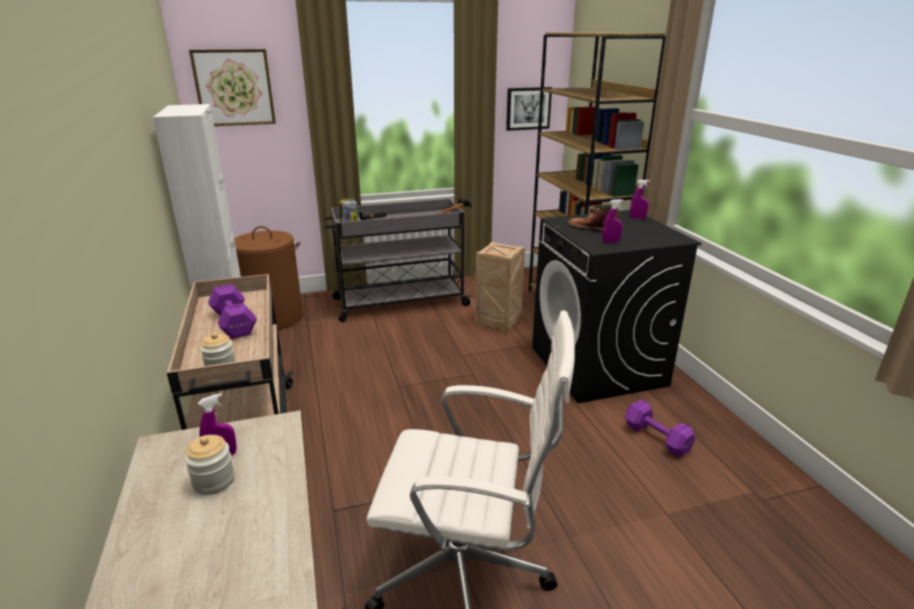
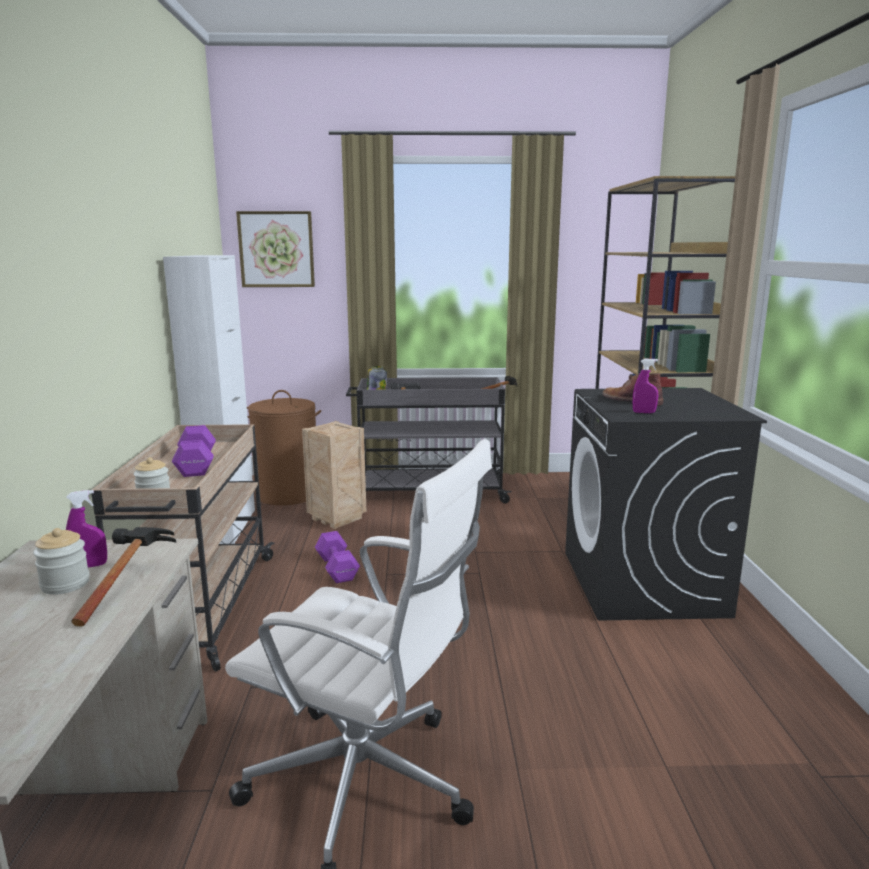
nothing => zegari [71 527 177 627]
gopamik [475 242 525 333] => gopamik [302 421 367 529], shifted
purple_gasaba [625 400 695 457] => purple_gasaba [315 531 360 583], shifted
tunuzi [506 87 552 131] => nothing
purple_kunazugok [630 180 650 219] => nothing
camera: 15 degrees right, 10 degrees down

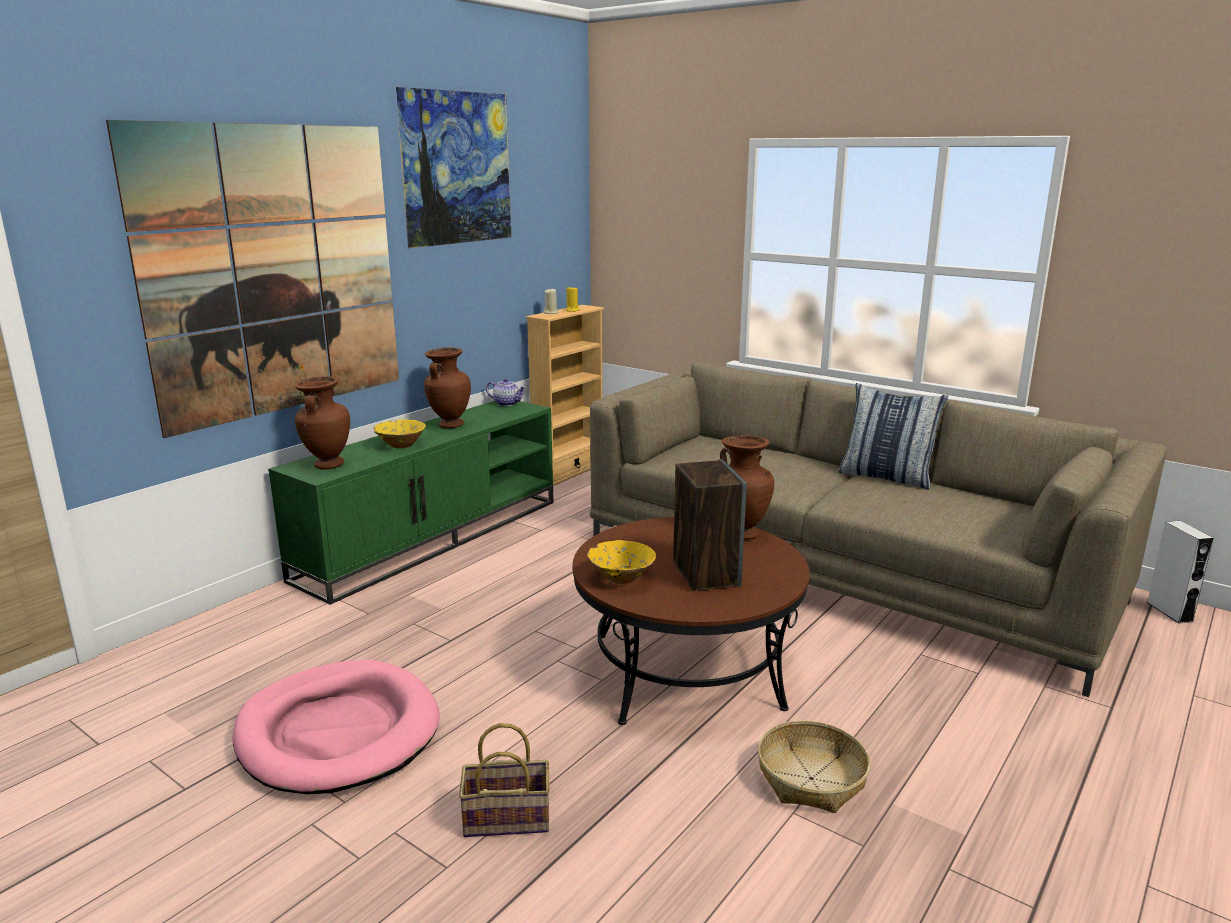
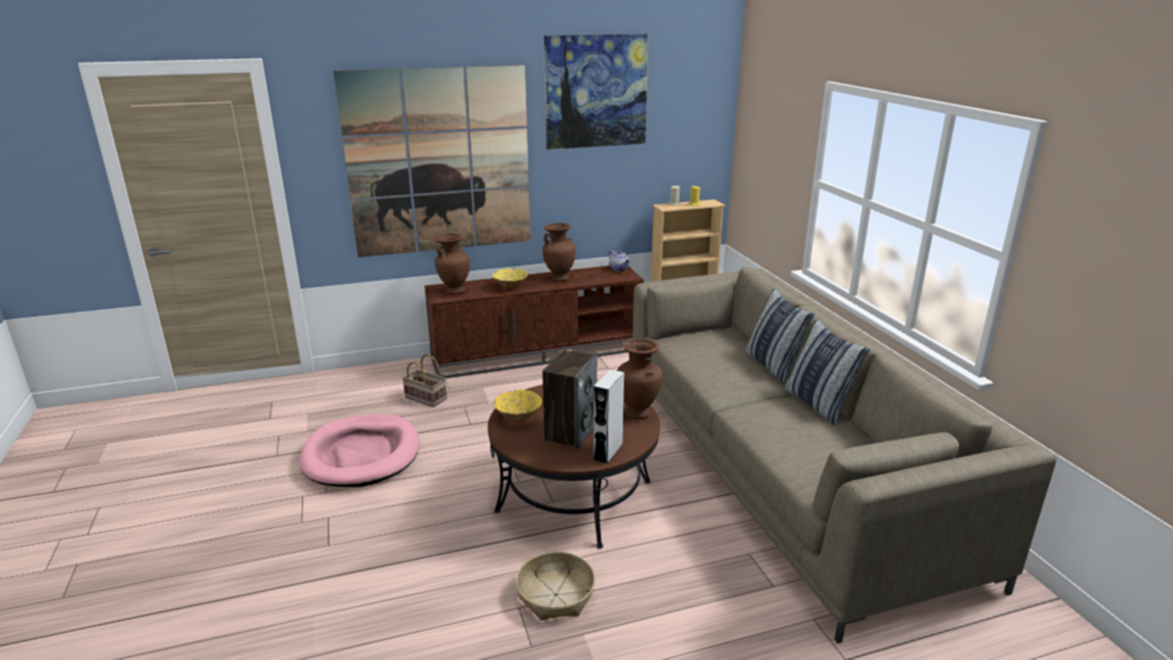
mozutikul [459 723 549 837] => mozutikul [402 354 447 407], shifted
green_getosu [268 401 554 605] => brown_getosu [424 266 644 378]
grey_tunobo [1146 521 1214 623] => grey_tunobo [592 369 624 464], shifted
nothing => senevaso [745 287 815 383]
camera: 35 degrees right, 5 degrees up

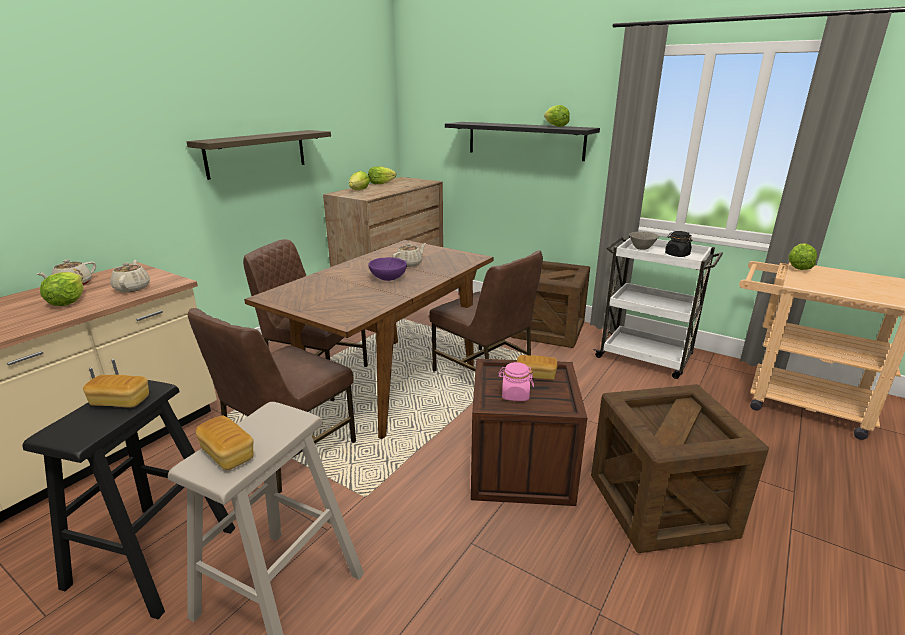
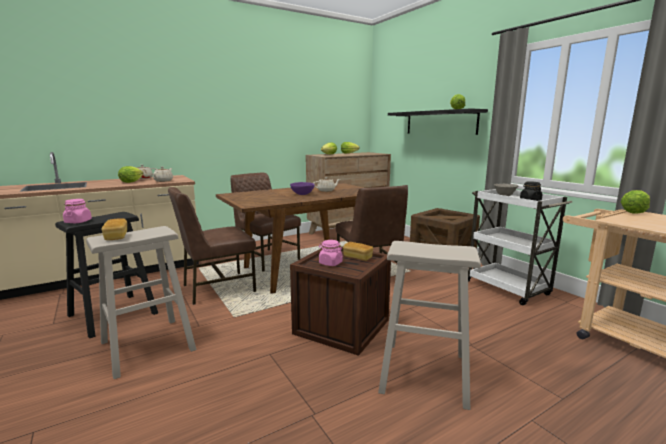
nothing => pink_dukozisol [63 199 92 223]
gopamik [591 384 769 553] => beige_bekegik [378 241 481 410]
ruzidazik [83 375 149 408] => nothing
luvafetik [186 130 331 180] => nothing
camera: 25 degrees right, 10 degrees down

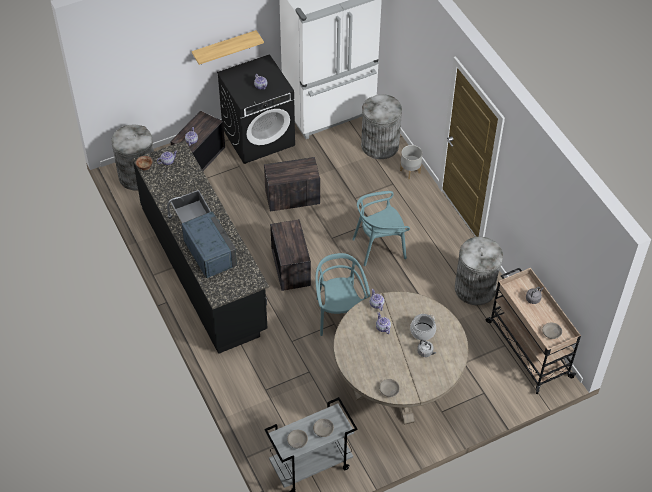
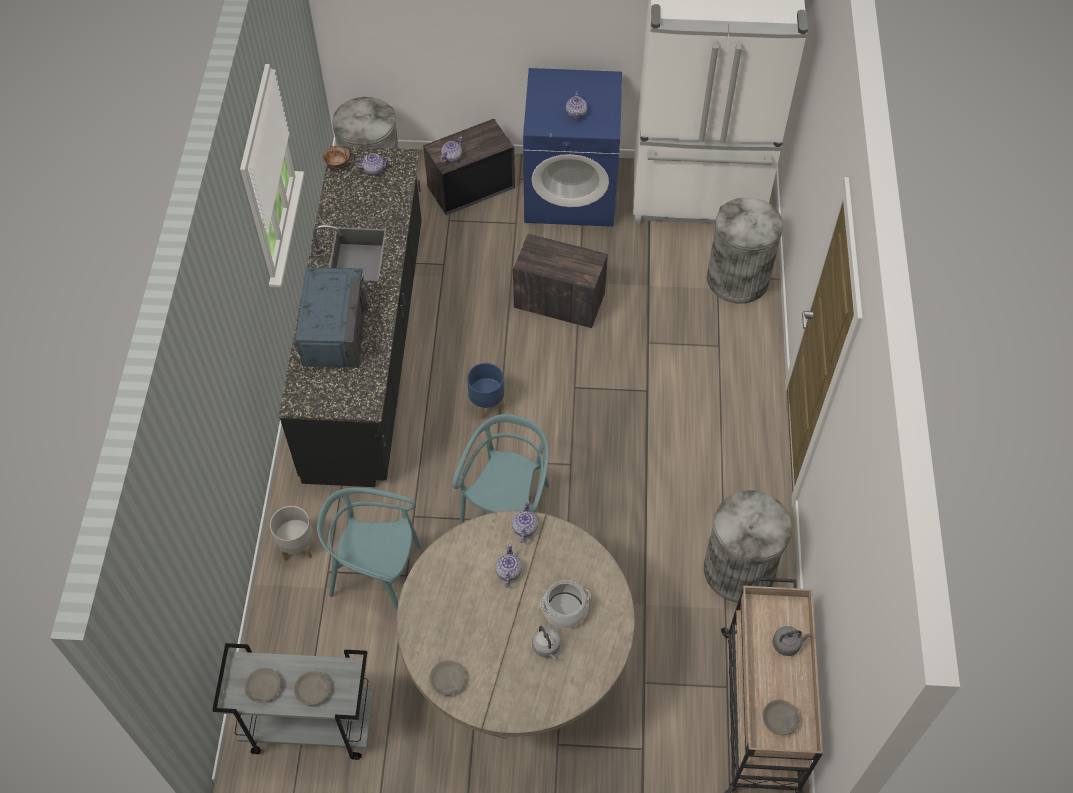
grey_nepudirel [400 145 422 179] => grey_nepudirel [270 506 313 561], shifted
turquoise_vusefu [352 191 410 266] => turquoise_vusefu [317 487 422 612], shifted
gopamik [270 219 311 291] => blue_nepudirel [467 363 504 419]
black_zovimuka [217 54 295 164] => blue_zovimuka [523 68 622 227]
luvafetik [192 30 264 65] => nothing
camera: 30 degrees right, 5 degrees up

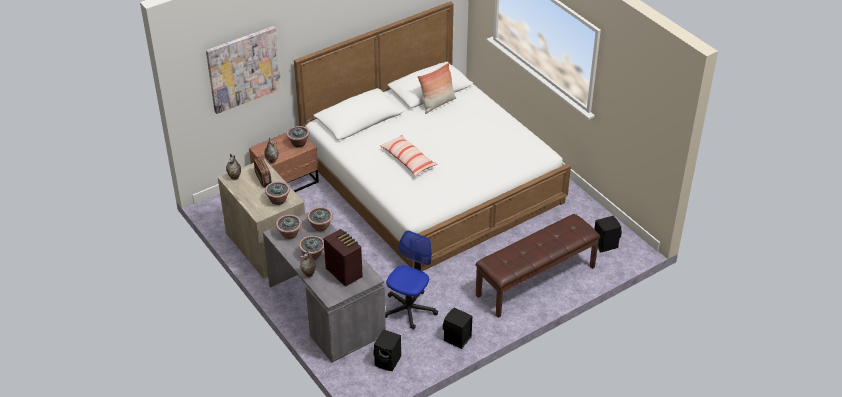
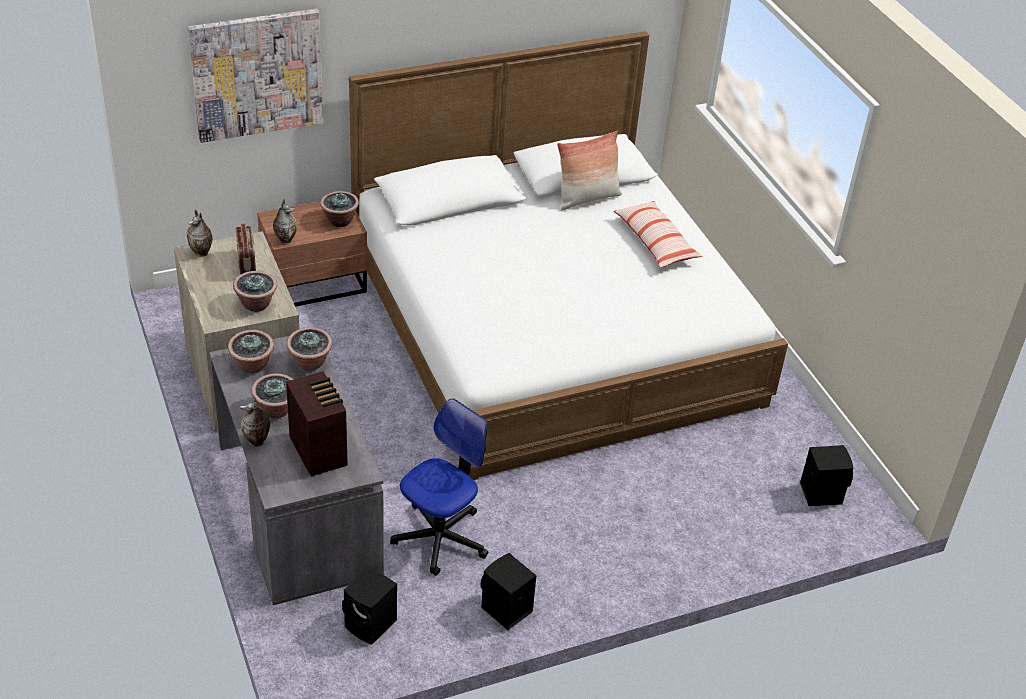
senevaso [380 135 438 176] => senevaso [614 201 702 268], shifted
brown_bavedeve [476 214 600 318] => nothing
camera: 10 degrees right, 0 degrees up

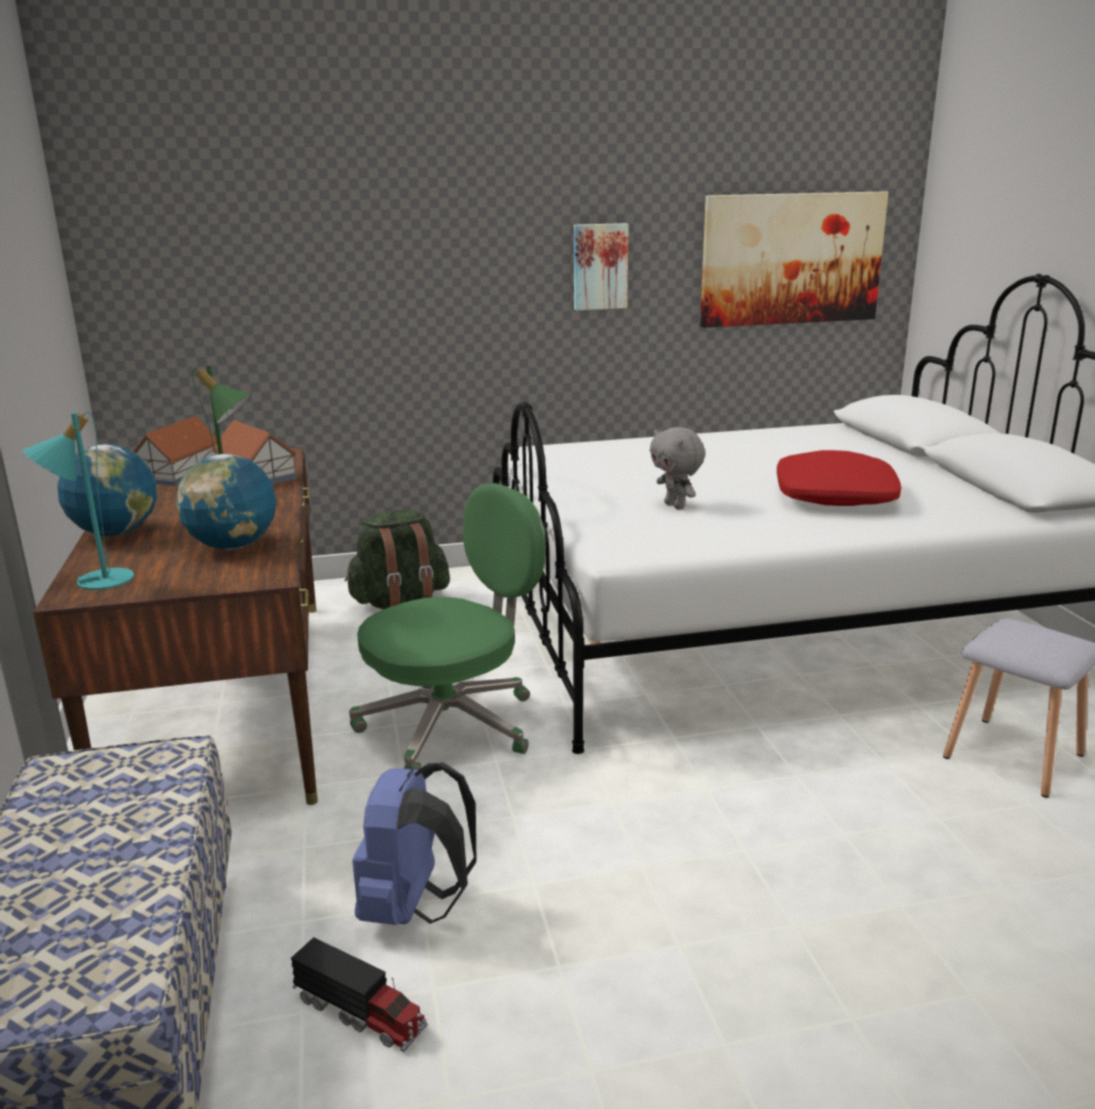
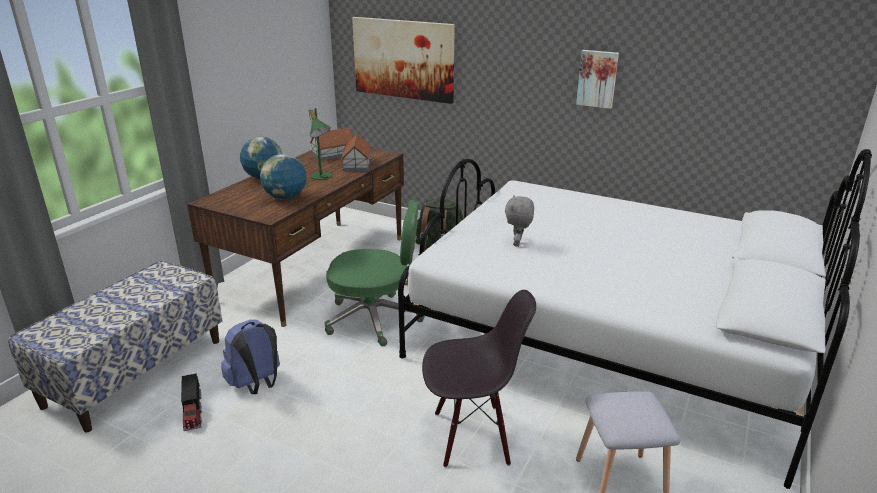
tunuzi [700 192 888 328] => tunuzi [352 17 455 104], shifted
nothing => black_vusefu [422 290 536 468]
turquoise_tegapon [23 412 134 590] => nothing
red_senevaso [777 450 902 506] => nothing
camera: 40 degrees right, 5 degrees up

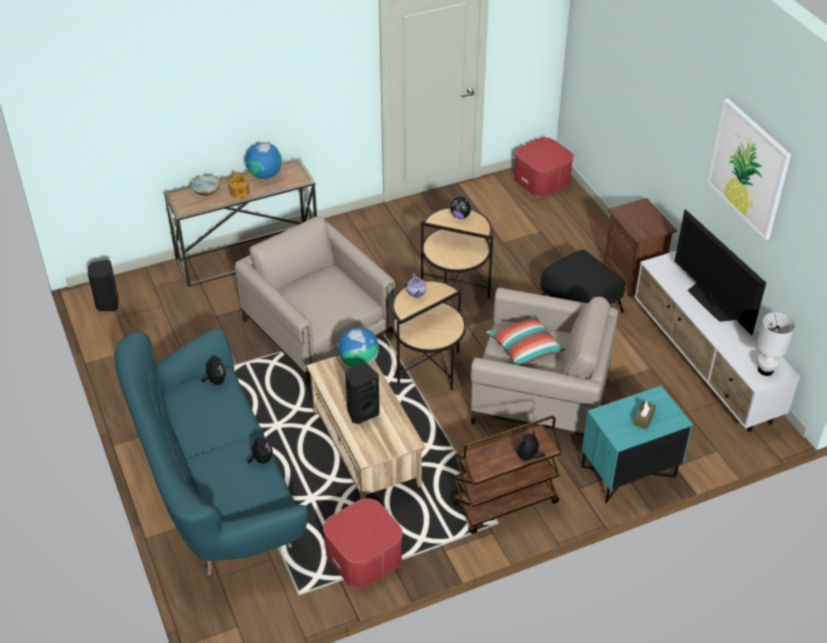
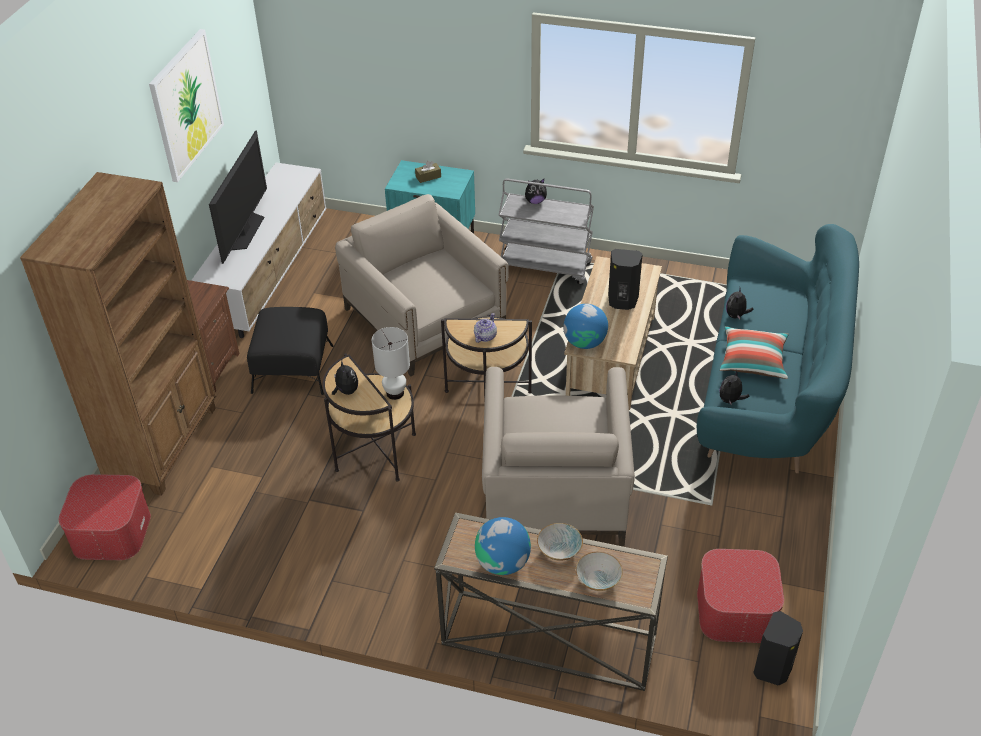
nothing => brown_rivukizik [20 172 216 496]
white_tegapon [757 312 795 376] => white_tegapon [372 327 410 400], shifted
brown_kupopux [452 416 562 534] => grey_kupopux [499 178 594 285]
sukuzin [229 171 250 199] => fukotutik [537 523 583 561]
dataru [323 498 403 588] => dataru [697 549 784 643], shifted
senevaso [486 314 565 366] => senevaso [720 326 789 379], shifted
camera: 140 degrees left, 0 degrees up

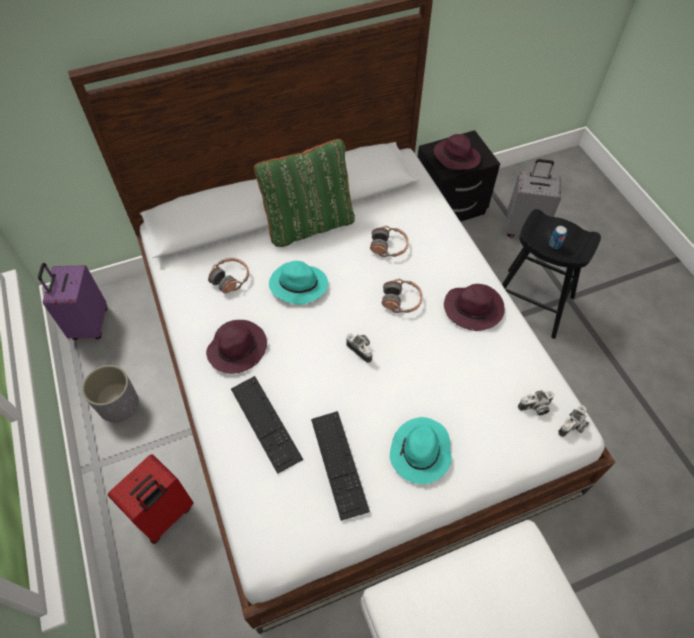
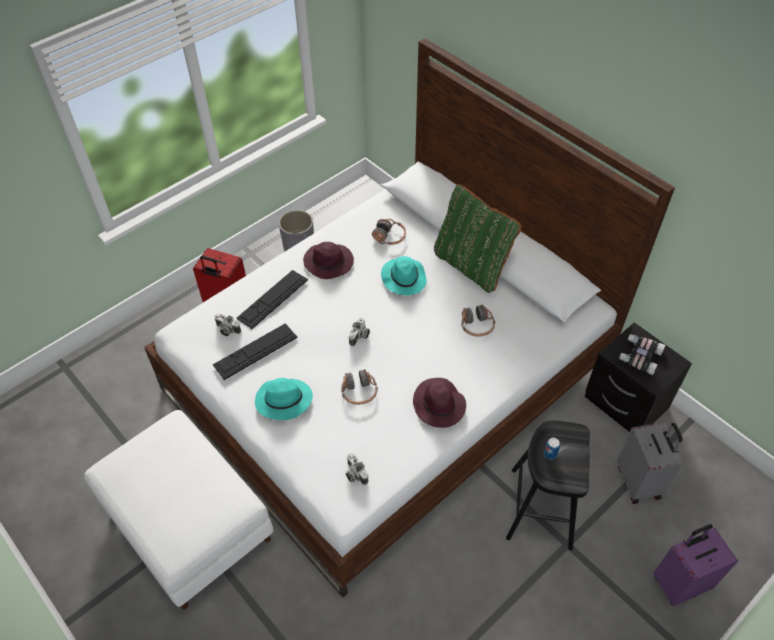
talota [558 405 589 437] => talota [214 314 241 336], shifted
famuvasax [382 279 422 313] => famuvasax [341 369 378 405], shifted
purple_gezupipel [434 134 481 170] => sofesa [619 334 665 375]
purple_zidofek [38 263 108 340] => purple_zidofek [653 524 738 606], shifted
camera: 70 degrees right, 5 degrees down

